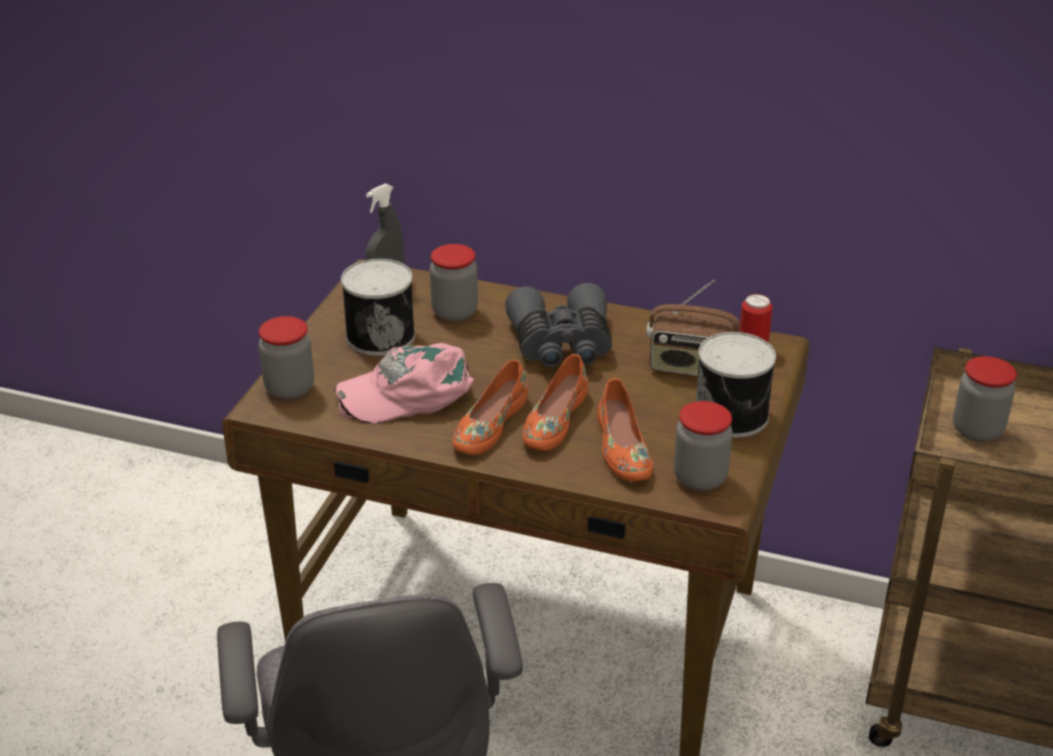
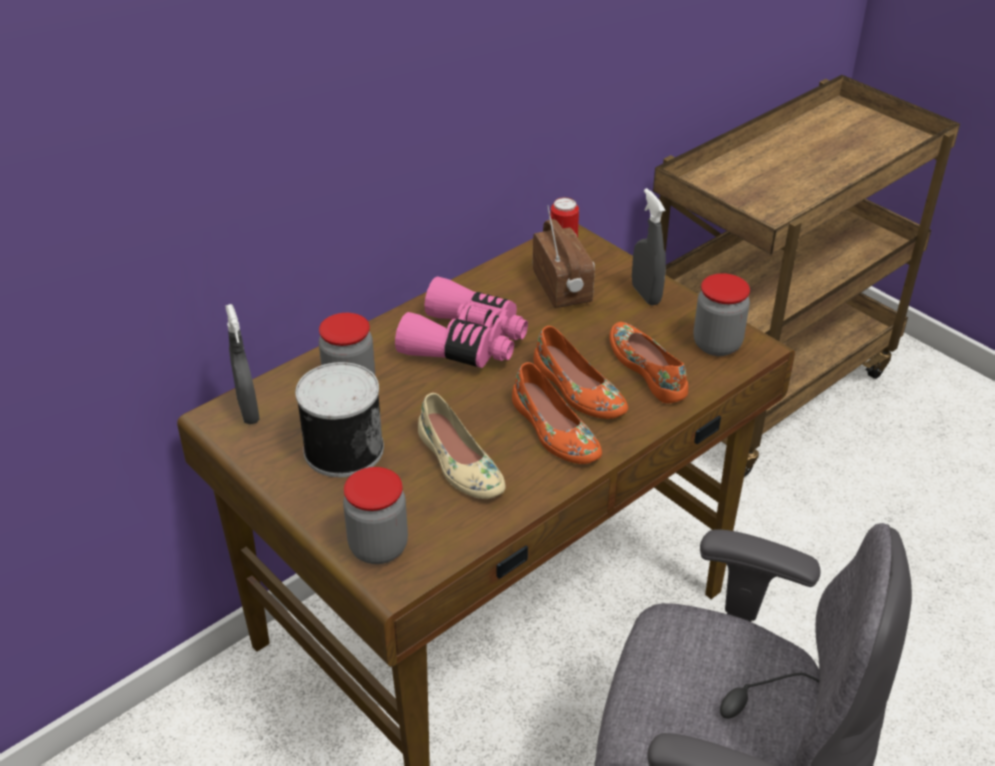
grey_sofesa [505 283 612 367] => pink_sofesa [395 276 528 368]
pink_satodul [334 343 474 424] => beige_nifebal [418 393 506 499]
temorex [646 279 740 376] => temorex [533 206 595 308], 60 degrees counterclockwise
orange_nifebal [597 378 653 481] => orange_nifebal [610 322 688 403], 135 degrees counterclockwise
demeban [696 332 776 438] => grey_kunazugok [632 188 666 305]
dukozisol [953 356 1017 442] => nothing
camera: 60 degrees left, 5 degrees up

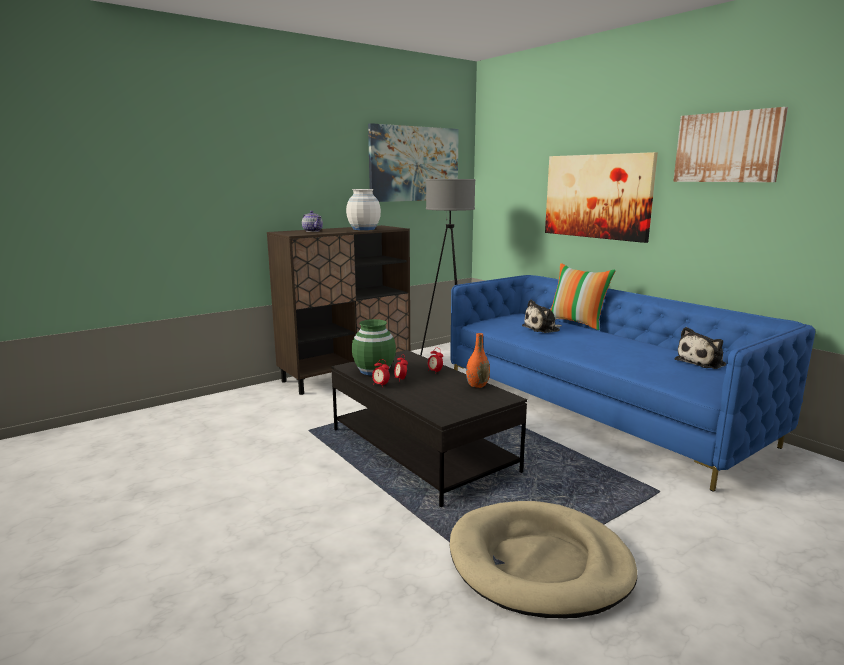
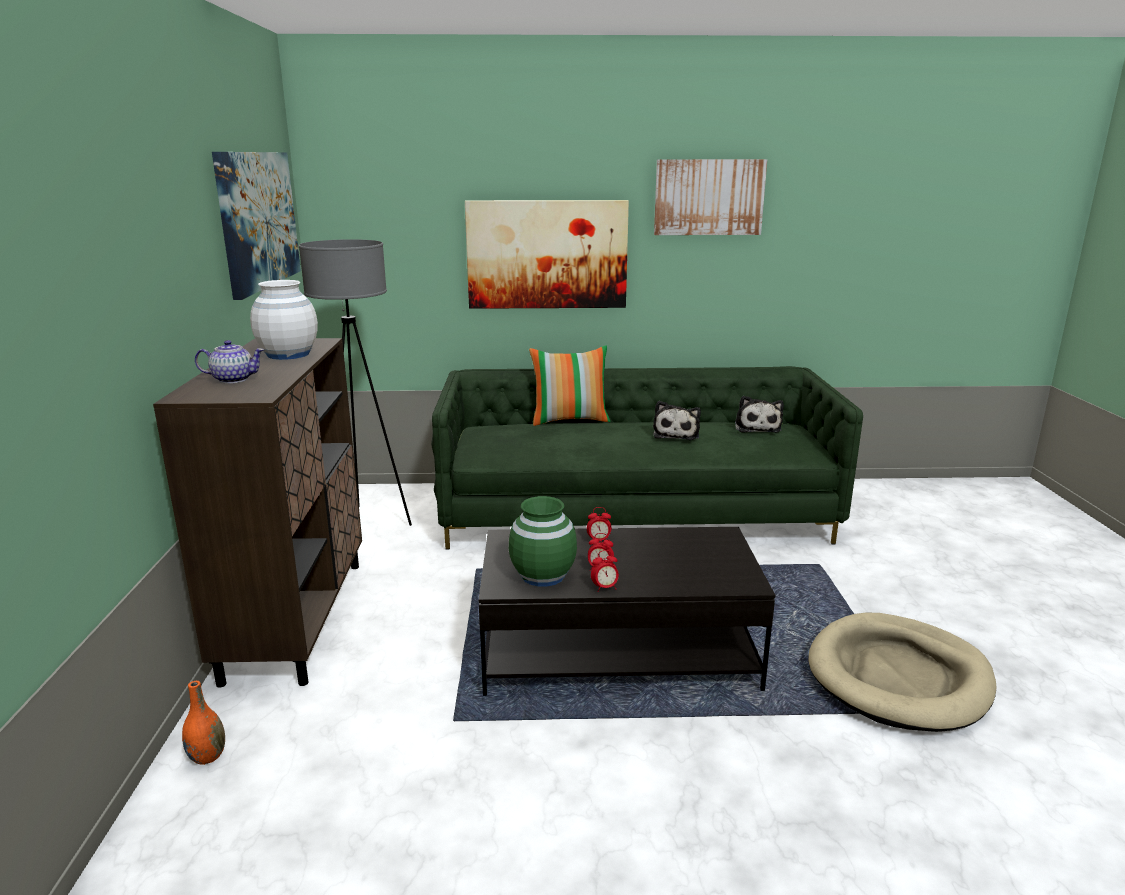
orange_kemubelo [466 333 490 388] => orange_kemubelo [182 681 225 765], shifted
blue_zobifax [450 275 815 492] => green_zobifax [431 366 863 550]
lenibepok [522 300 562 333] => lenibepok [653 401 701 440], shifted
camera: 55 degrees left, 5 degrees up

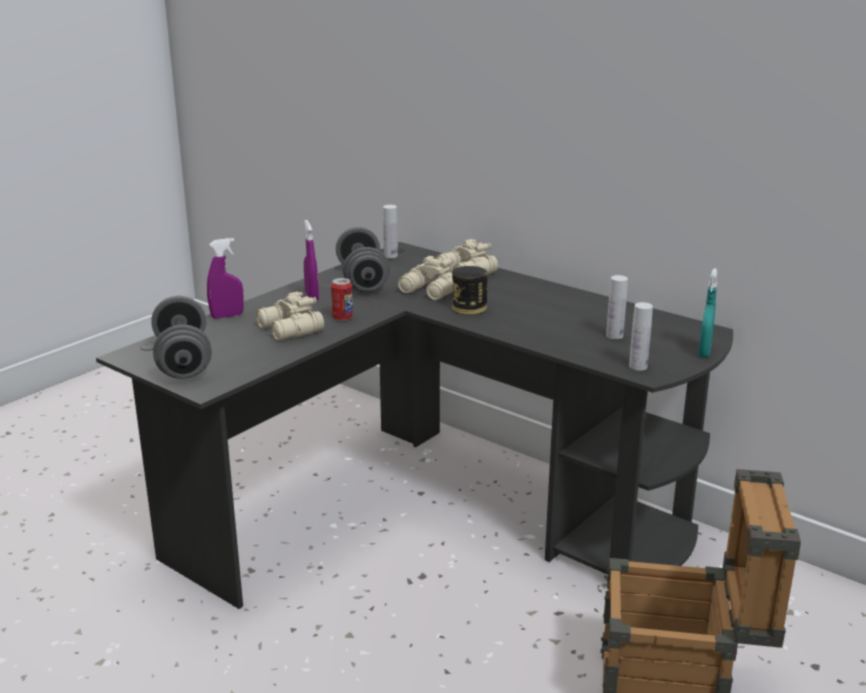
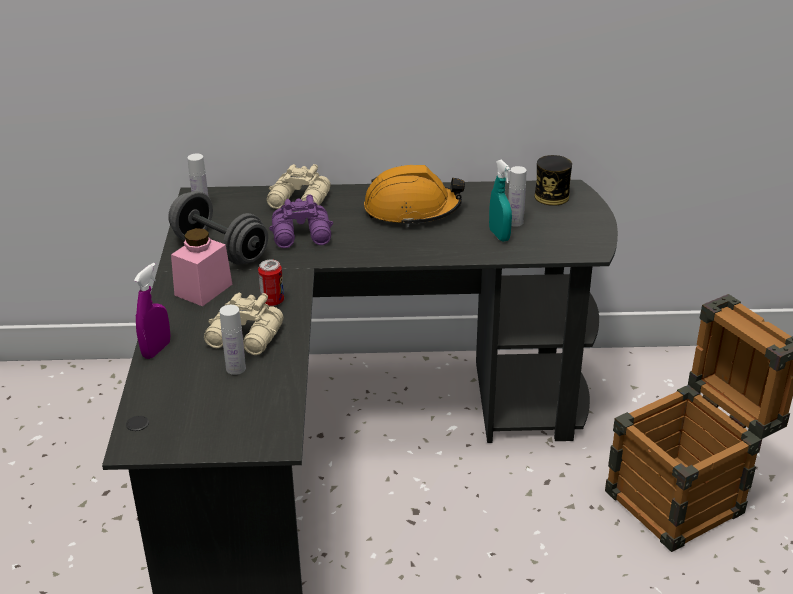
purple_kunazugok [304 220 319 300] => pink_dukozisol [171 228 232 307]
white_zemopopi [629 302 653 371] => white_zemopopi [220 305 246 375], shifted
beige_sofesa [398 256 454 300] => purple_sofesa [269 195 333 248]
nothing => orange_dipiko [364 165 465 227]
turquoise_kunazugok [698 268 717 357] => turquoise_kunazugok [489 160 512 242], shifted
demeban [452 266 487 315] => demeban [534 155 572 206], shifted
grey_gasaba [151 296 212 379] => nothing
camera: 40 degrees left, 10 degrees up

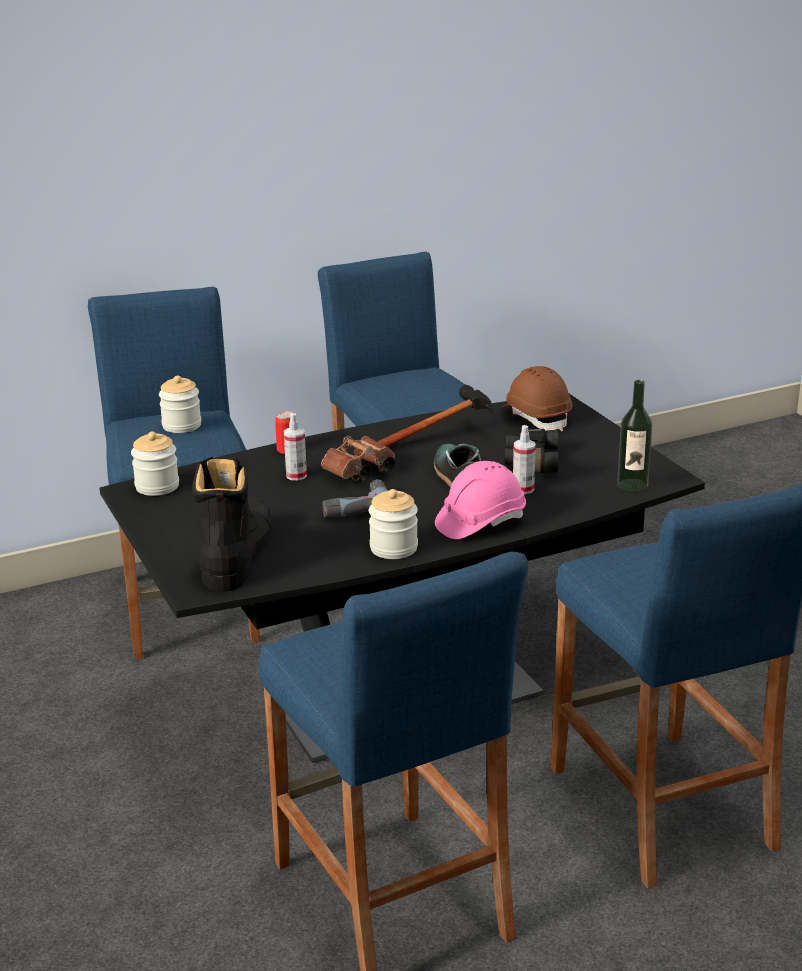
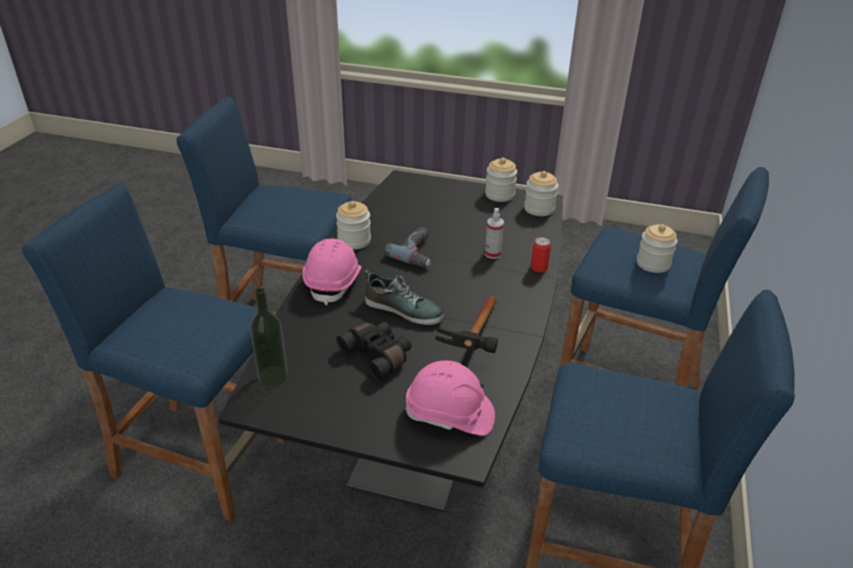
brown_dipiko [501 366 573 432] => pink_dipiko [405 360 495 435]
nothing => dukozisol [485 158 517 202]
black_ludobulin [192 457 272 592] => nothing
brown_sofesa [321 436 395 481] => nothing
kunazugok [513 425 536 494] => nothing
camera: 130 degrees right, 10 degrees up

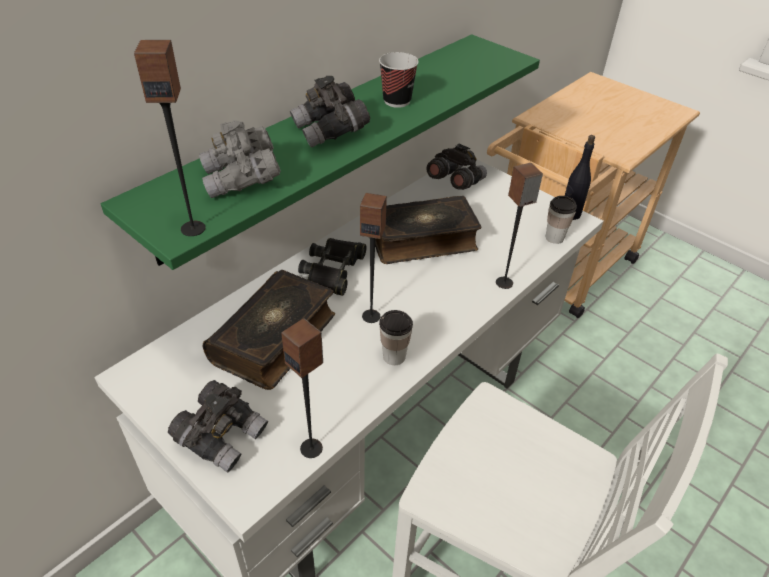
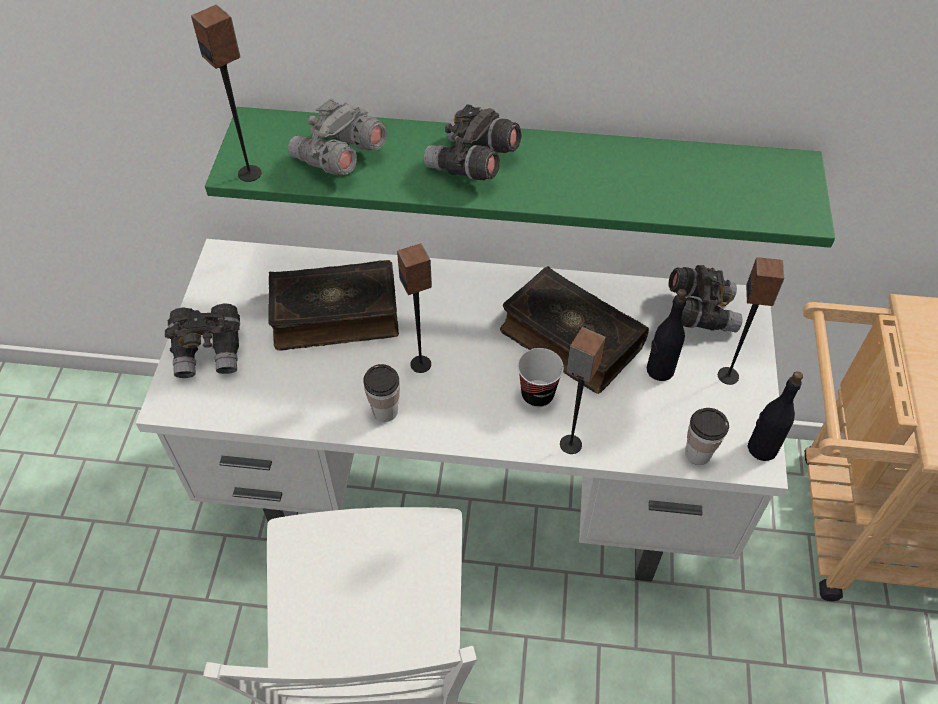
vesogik [379 52 419 108] => vesogik [518 348 564 407], shifted
nothing => black_zemopopi [647 289 687 381]
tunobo [281 318 323 458] => tunobo [718 257 784 385], shifted
black_sofesa [298 238 367 296] => nothing
camera: 55 degrees right, 10 degrees up

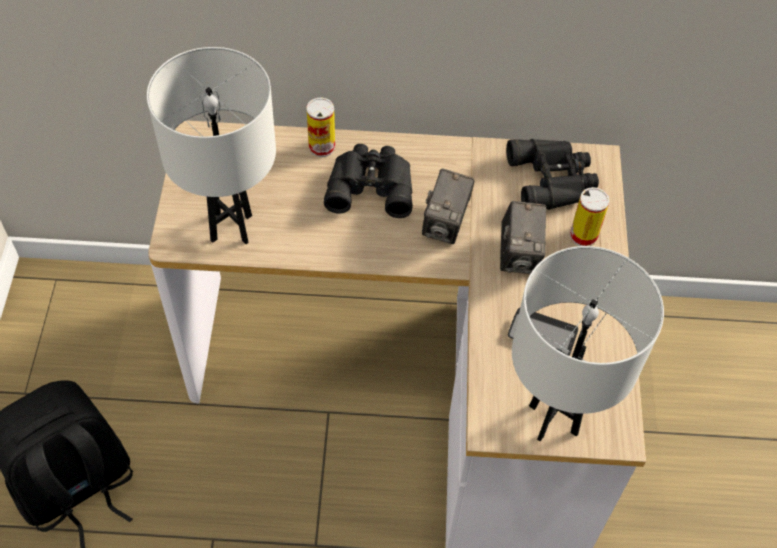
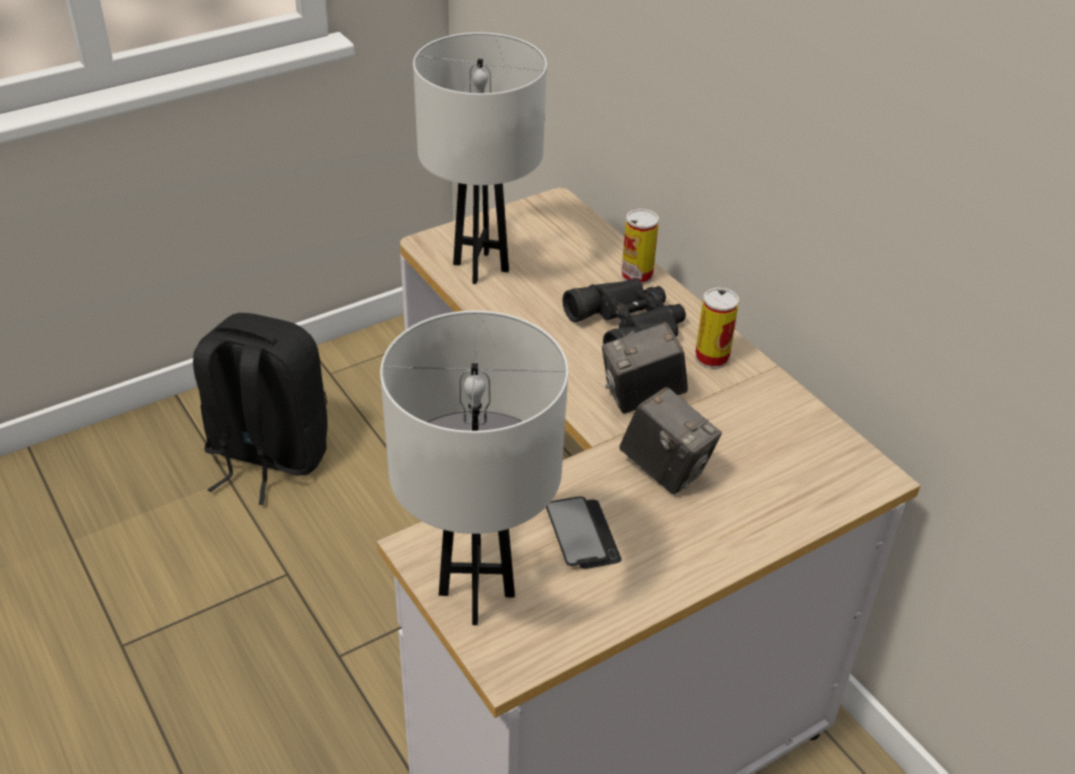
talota [500 201 547 274] => talota [619 387 722 495], 105 degrees counterclockwise
demeban [570 187 609 246] => demeban [695 288 739 369], shifted
black_sofesa [506 139 599 210] => nothing
camera: 55 degrees right, 15 degrees down

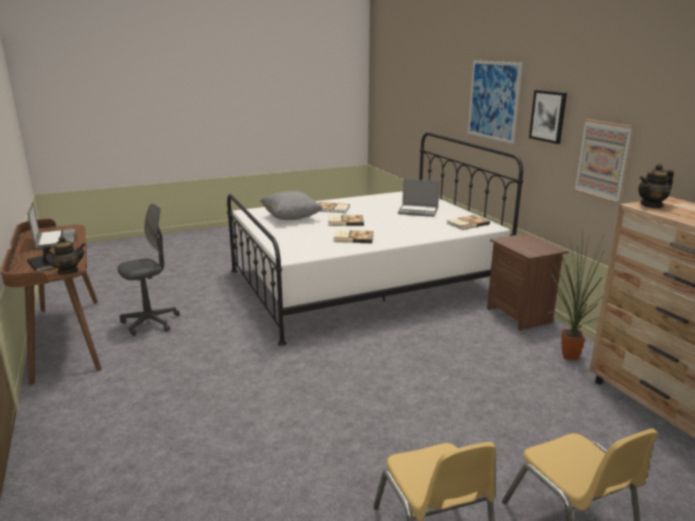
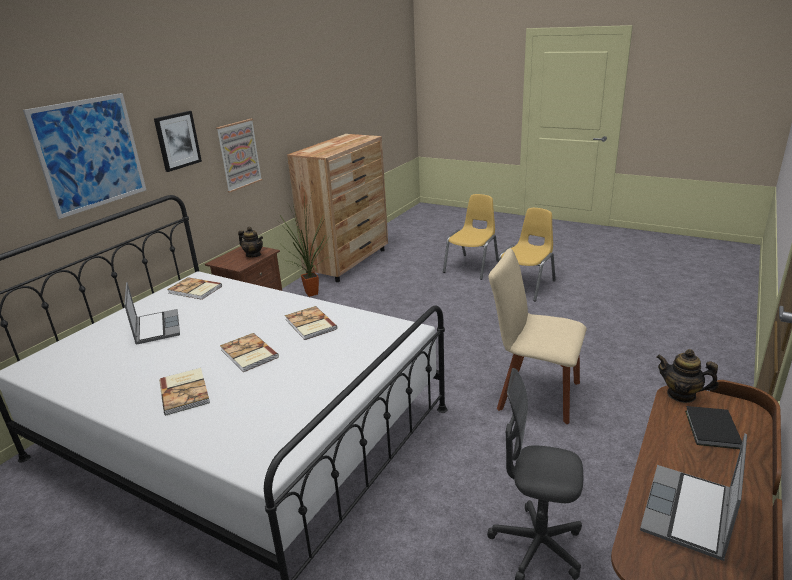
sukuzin [638 164 674 208] => sukuzin [238 227 263 257], shifted
nothing => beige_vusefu [489 249 587 424]
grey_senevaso [260 191 322 220] => nothing
camera: 125 degrees left, 5 degrees up

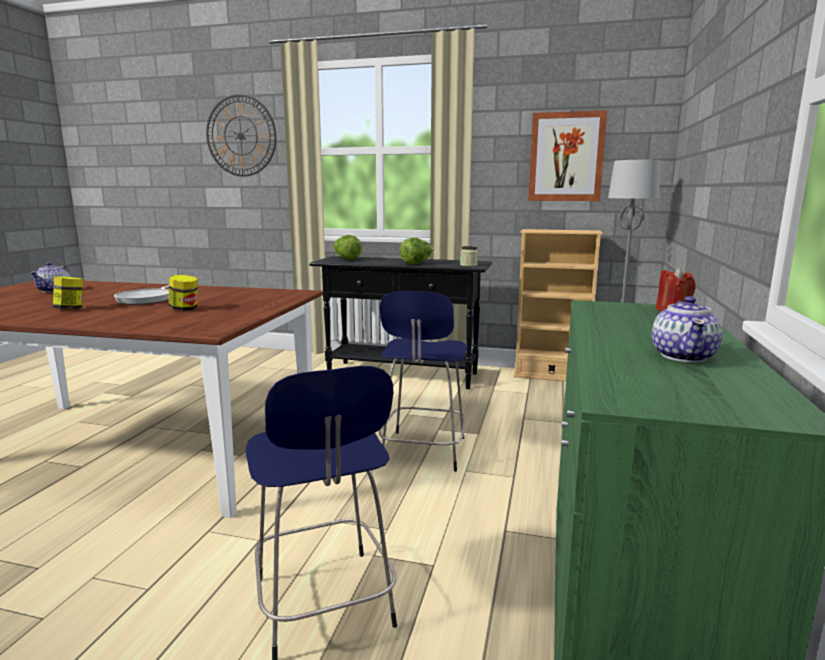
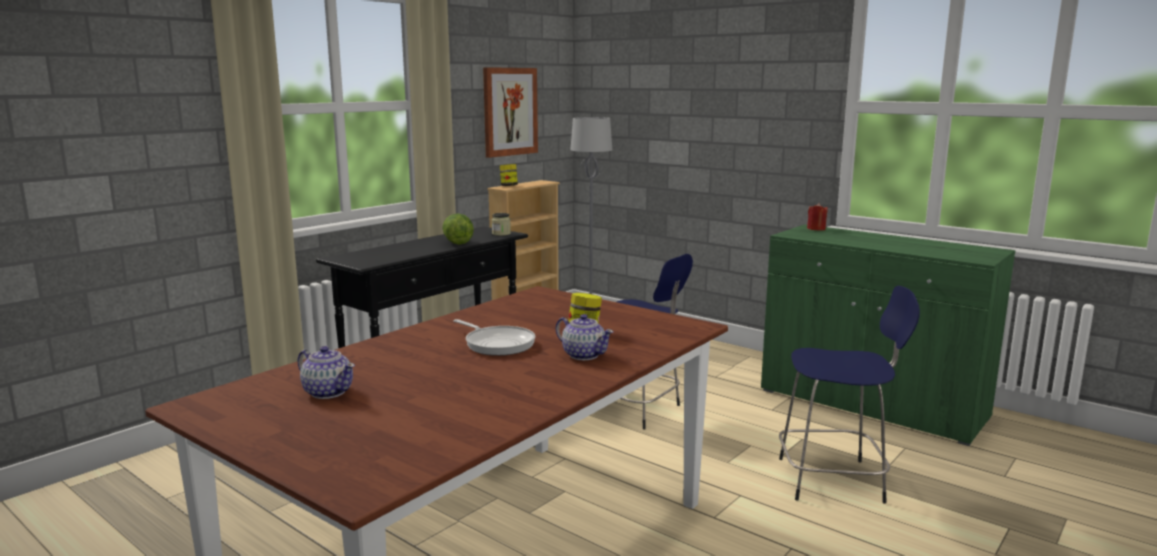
dukozisol [53 277 83 310] => dukozisol [500 164 518 186], shifted
sukuzin [652 296 722 363] => sukuzin [556 314 614 360], shifted
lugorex [206 94 276 177] => nothing
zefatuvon [334 235 362 260] => nothing
camera: 65 degrees left, 0 degrees up

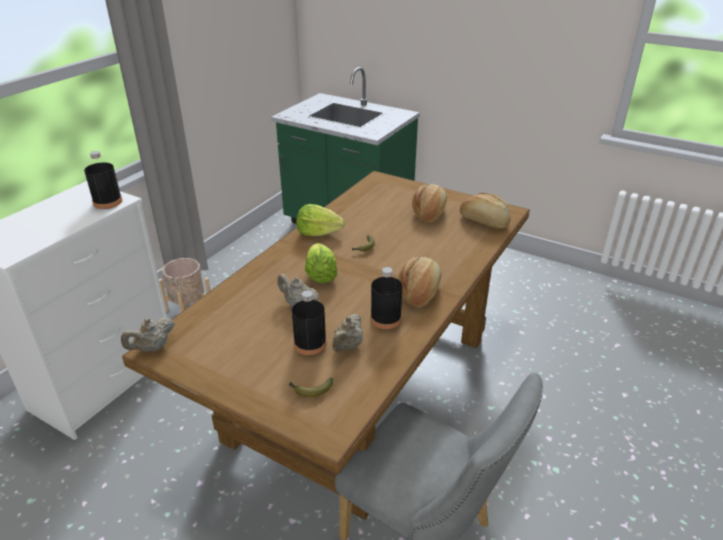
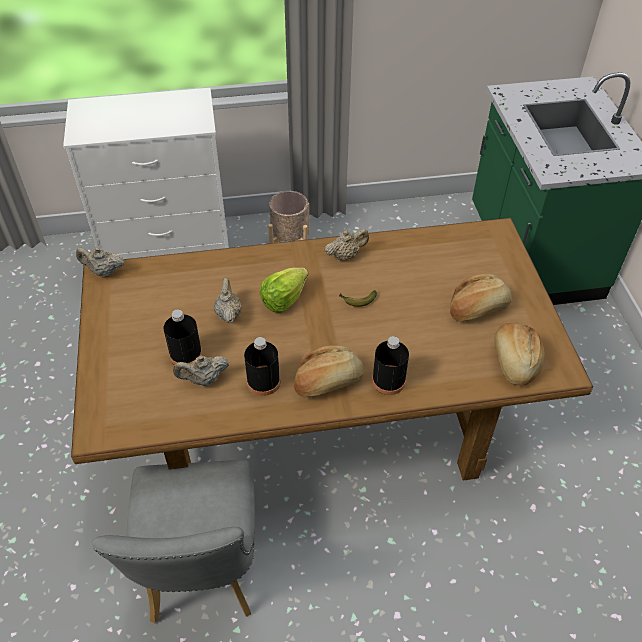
zefatuvon [296 204 345 236] => beige_sukuzin [325 229 369 261]
black_zemopopi [84 151 123 209] => black_zemopopi [372 336 409 395], shifted
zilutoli [289 378 333 397] => nothing
camera: 50 degrees right, 15 degrees up

